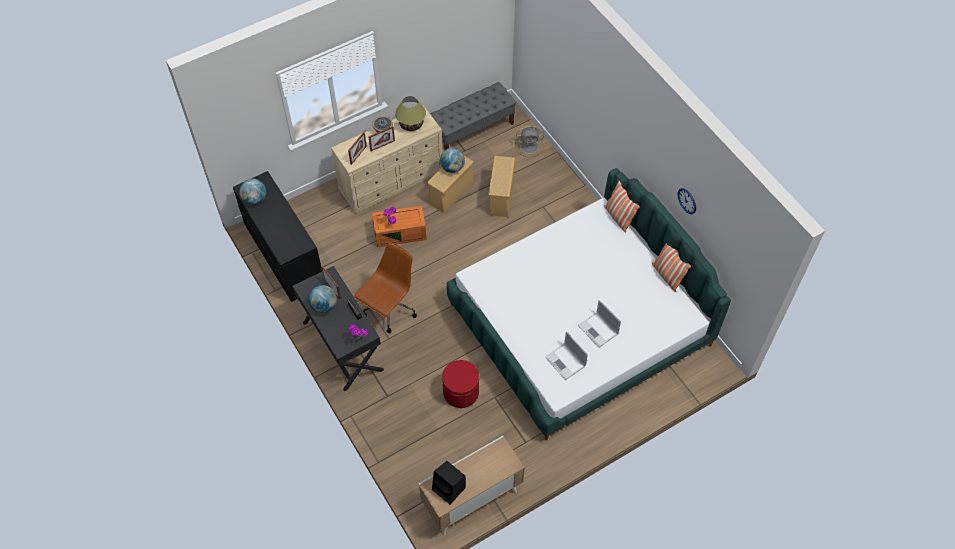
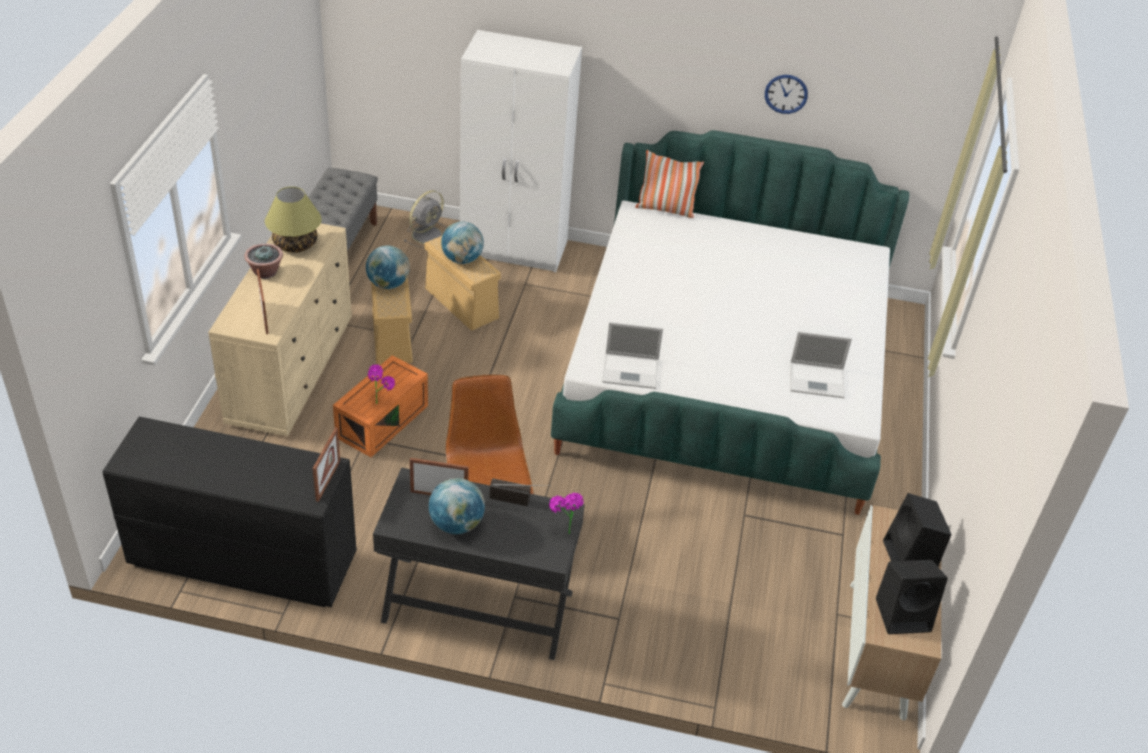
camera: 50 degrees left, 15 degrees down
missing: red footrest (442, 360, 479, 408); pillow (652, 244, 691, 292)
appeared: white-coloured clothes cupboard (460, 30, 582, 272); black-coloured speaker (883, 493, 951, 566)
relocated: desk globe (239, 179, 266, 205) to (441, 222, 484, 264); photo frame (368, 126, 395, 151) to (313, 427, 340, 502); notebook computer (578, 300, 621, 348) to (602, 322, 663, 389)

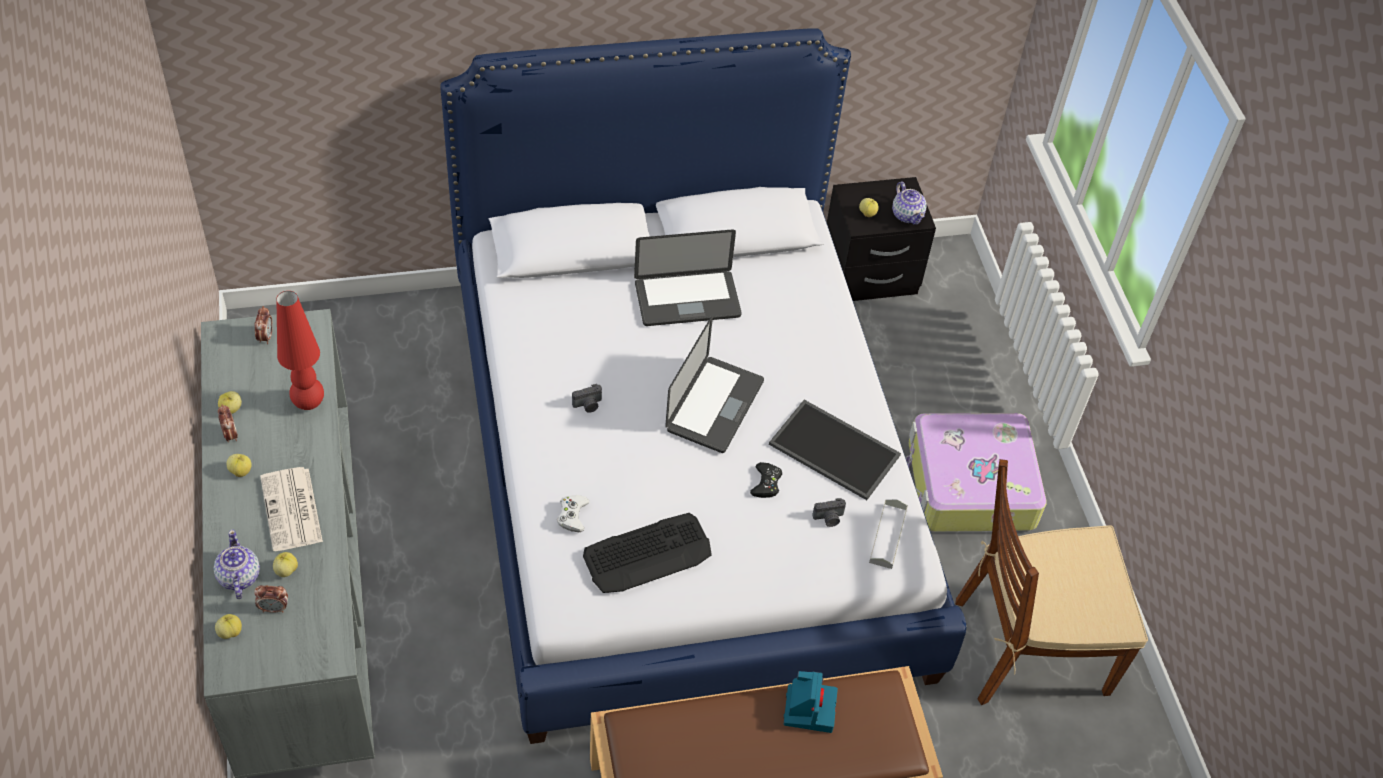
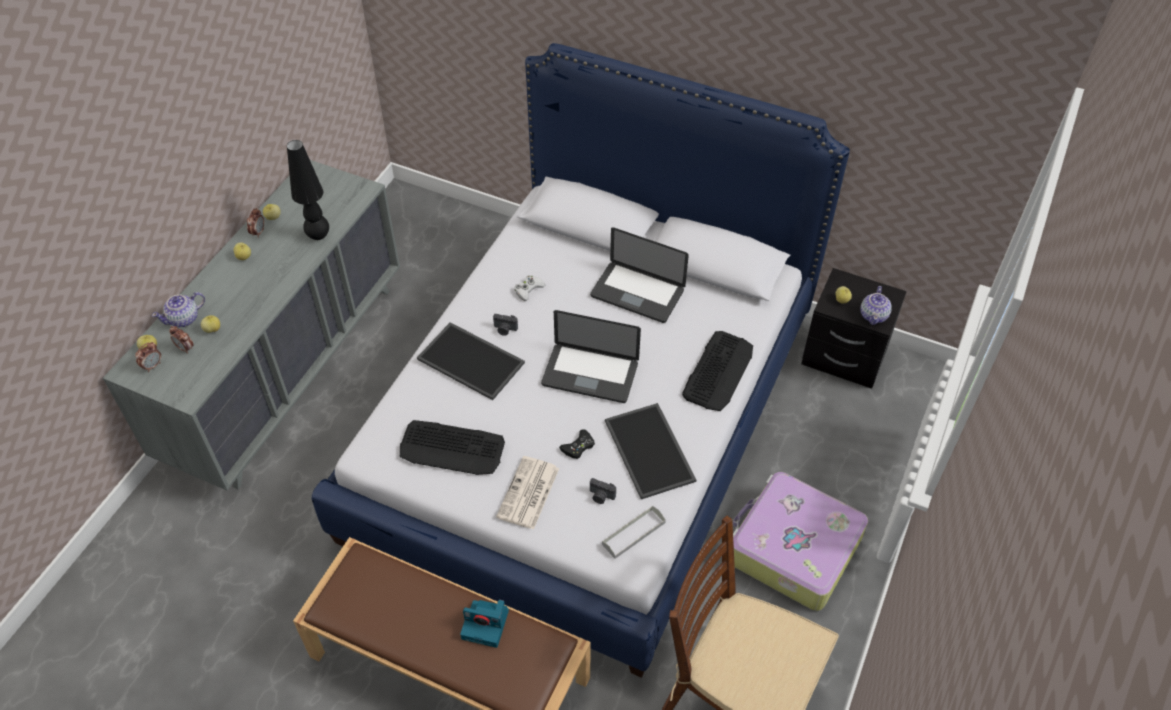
camera: 40 degrees right, 0 degrees up
appeared: carrying tray (417, 322, 525, 400); keyboard (682, 331, 753, 411)
relocated: alarm clock (254, 306, 273, 344) to (135, 342, 161, 372); daily paper (260, 467, 323, 551) to (496, 456, 559, 530); white-coloured joypad (557, 495, 589, 532) to (514, 275, 545, 301)
colour: red lamp for a table (276, 291, 324, 410) to black-coloured lamp for a table (287, 140, 329, 240)
spun: tea pot (214, 529, 260, 599) = (152, 292, 205, 327) 150 degrees counterclockwise; notebook computer (665, 316, 764, 453) = (541, 310, 641, 403) 45 degrees clockwise; photo camera (783, 671, 838, 733) = (460, 599, 509, 648) 60 degrees clockwise

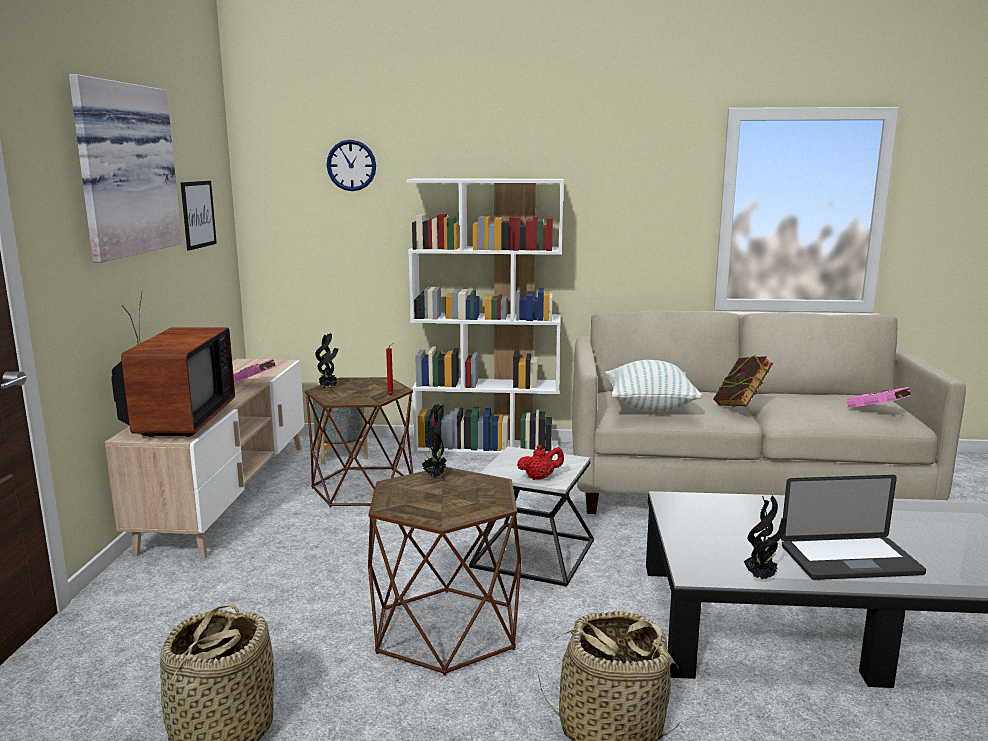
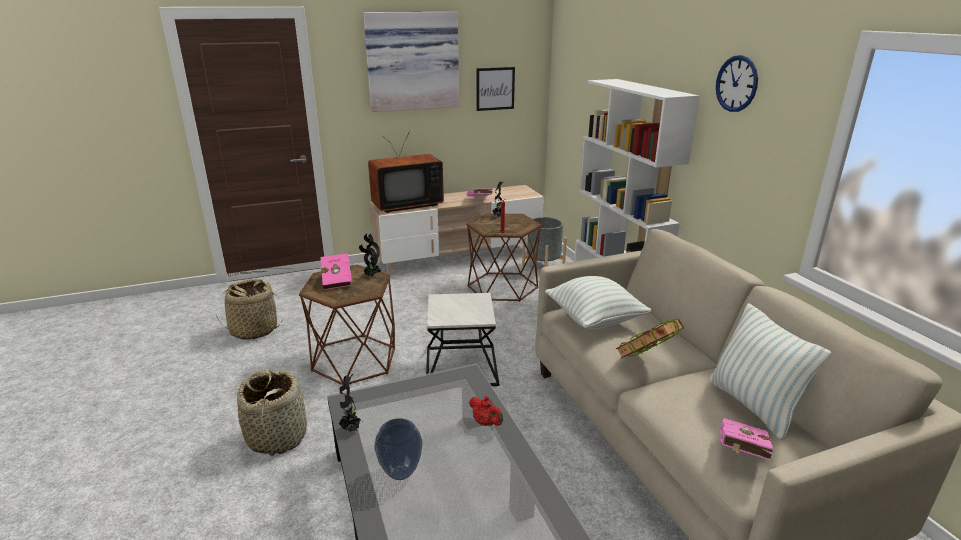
camera: 65 degrees right, 10 degrees up
appeared: pink volume (320, 254, 352, 290); pillow (709, 303, 832, 440)
relocated: hanging clock (327, 140, 376, 191) to (716, 55, 758, 112); red tea pot (517, 445, 564, 480) to (469, 396, 503, 426)
exchanged: notebook computer (781, 475, 926, 580) to decorative vase (374, 418, 423, 480)

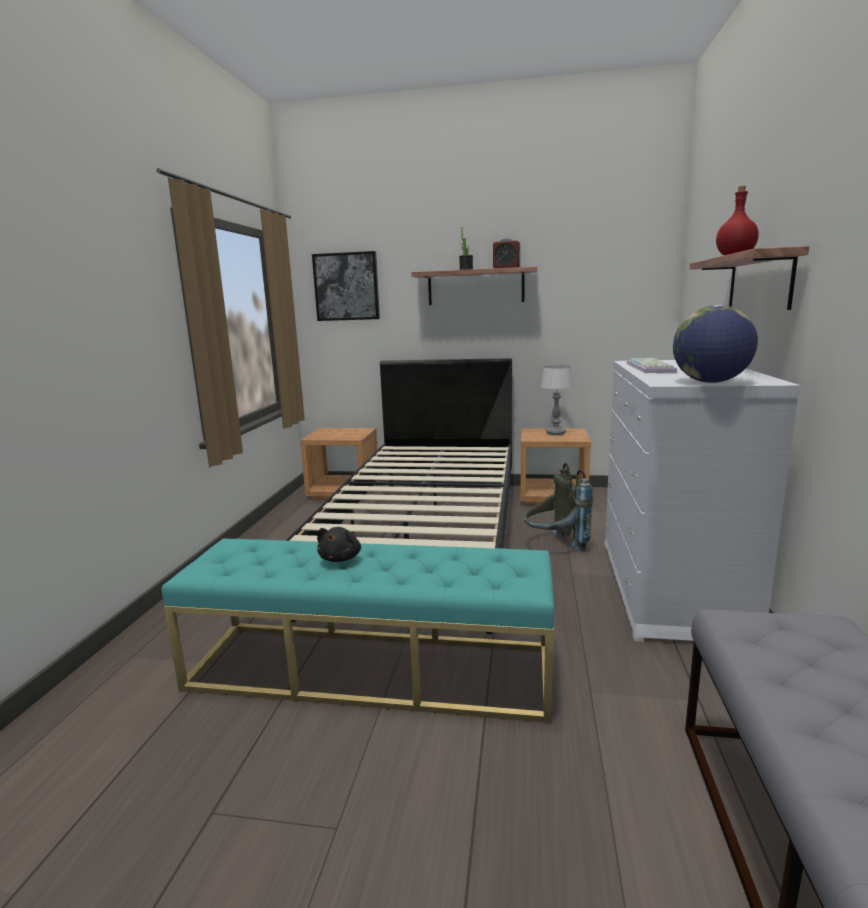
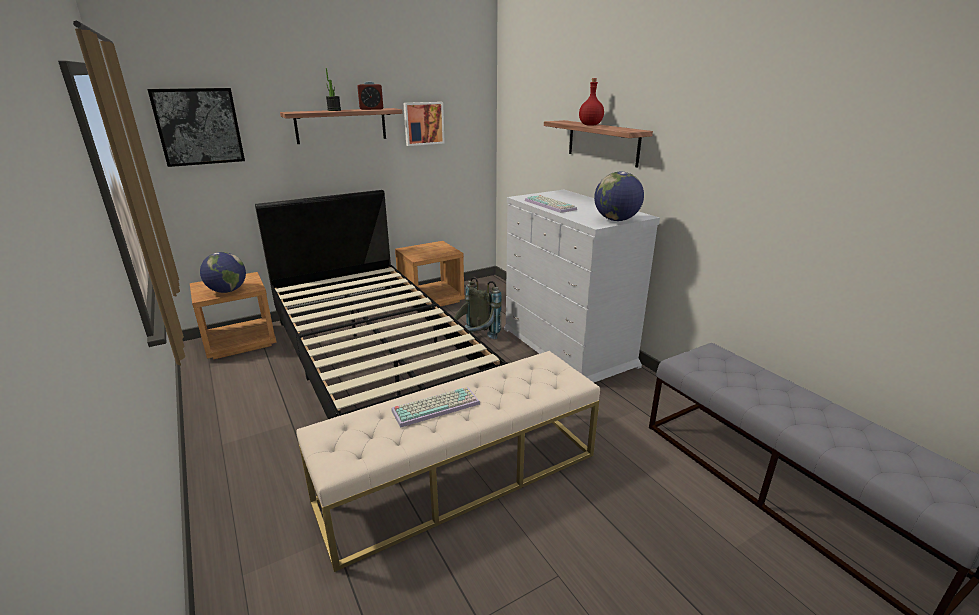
camera: 40 degrees left, 10 degrees up
missing: lamp for a table (540, 365, 574, 435)
appeared: desk globe (200, 252, 246, 293); picture (403, 102, 445, 146)
exchanged: black-coloured cuddly toy (317, 527, 361, 562) to keyboard (391, 387, 480, 428)
colour: turquoise-coloured long seat (161, 538, 554, 723) to beige long seat (296, 351, 600, 572)

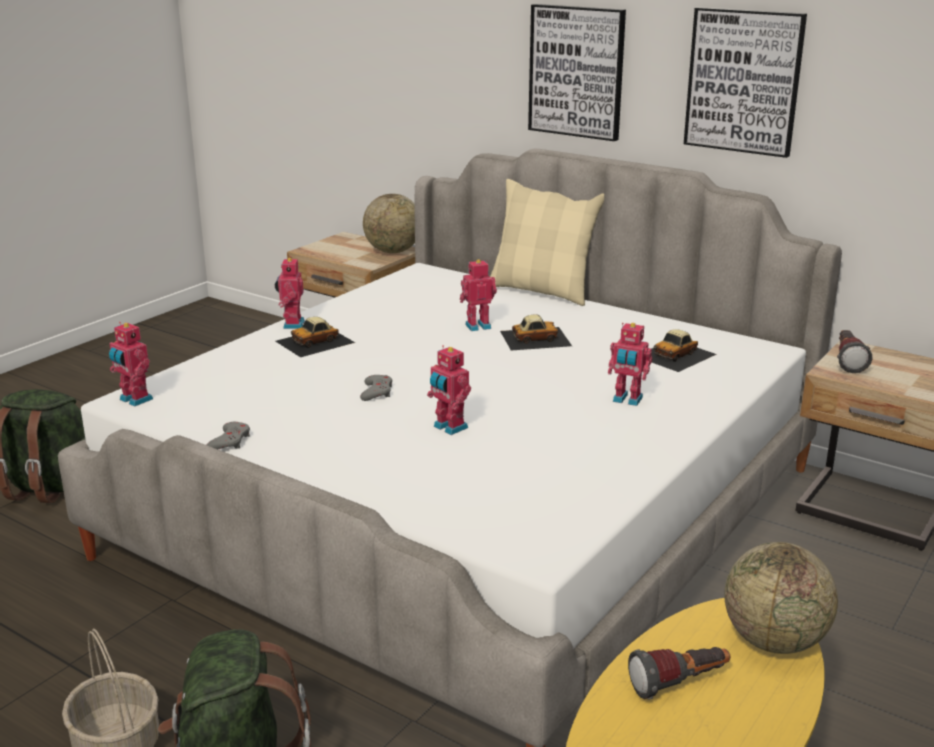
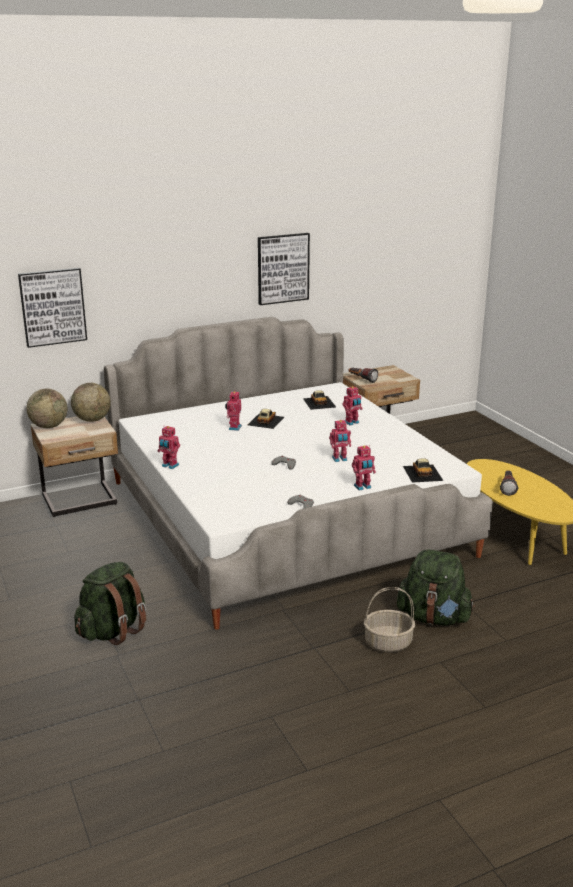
camera: 60 degrees left, 0 degrees up
missing: beige pillow (490, 179, 604, 306)
relocated: robot figure (109, 322, 153, 407) to (352, 445, 376, 491); toy car (275, 317, 355, 357) to (403, 458, 443, 483); picture (528, 4, 626, 141) to (18, 268, 87, 348); desk globe (724, 542, 838, 654) to (27, 389, 68, 428)

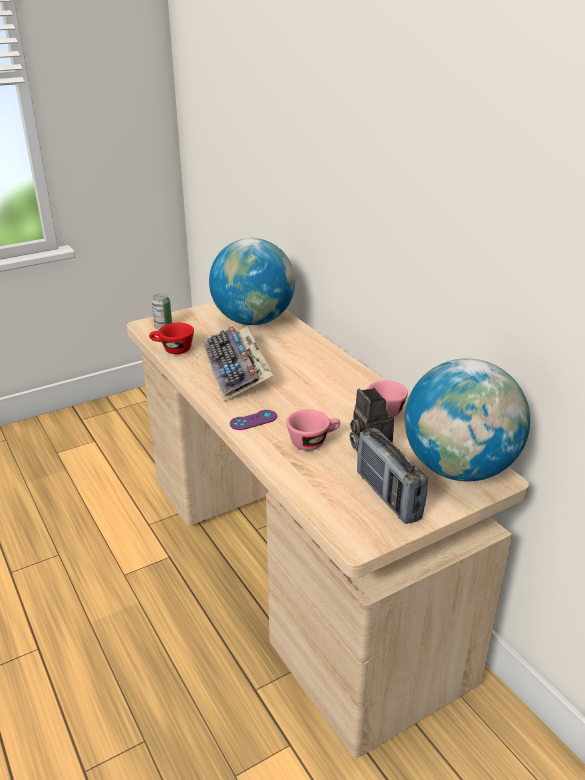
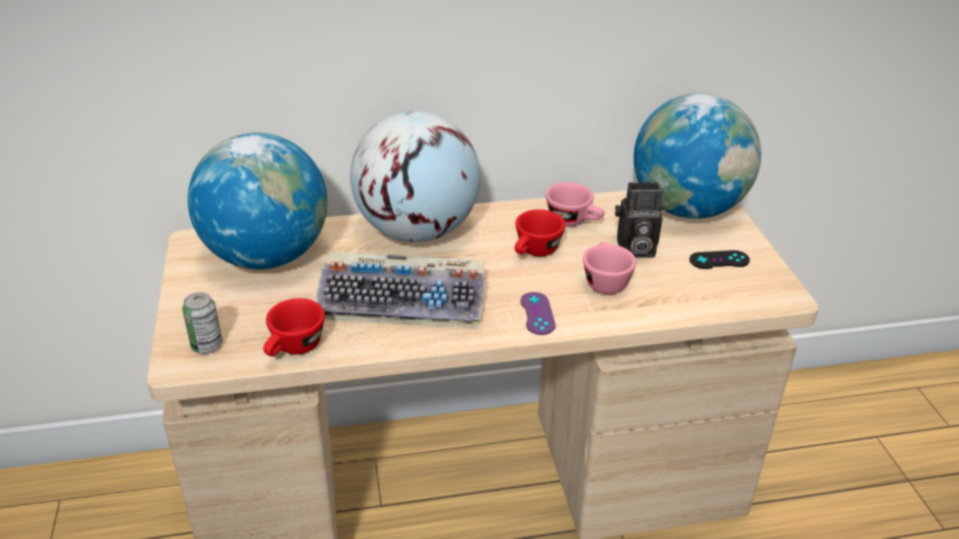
camera: 70 degrees left, 5 degrees up
appeared: desk globe (350, 111, 480, 242); red drinking cup (515, 209, 566, 256)
exchanged: radio set (357, 428, 428, 524) to black-coloured joypad (689, 250, 750, 269)

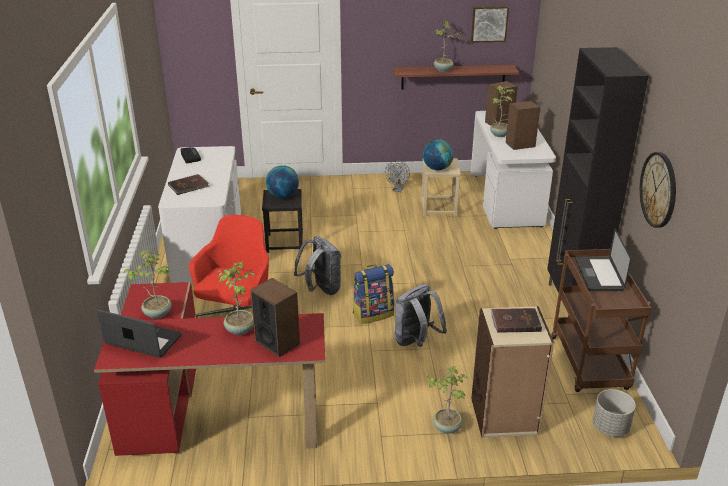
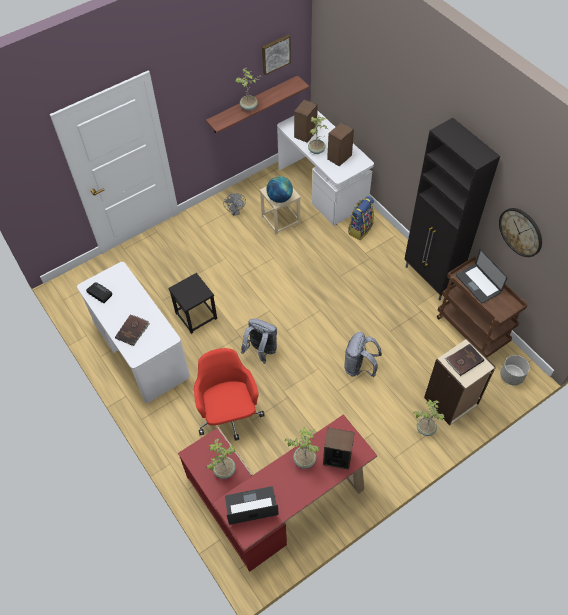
camera: 30 degrees left, 25 degrees up
missing: desk globe (266, 165, 299, 198)
relocated: knapsack (353, 264, 394, 324) to (348, 196, 374, 240)

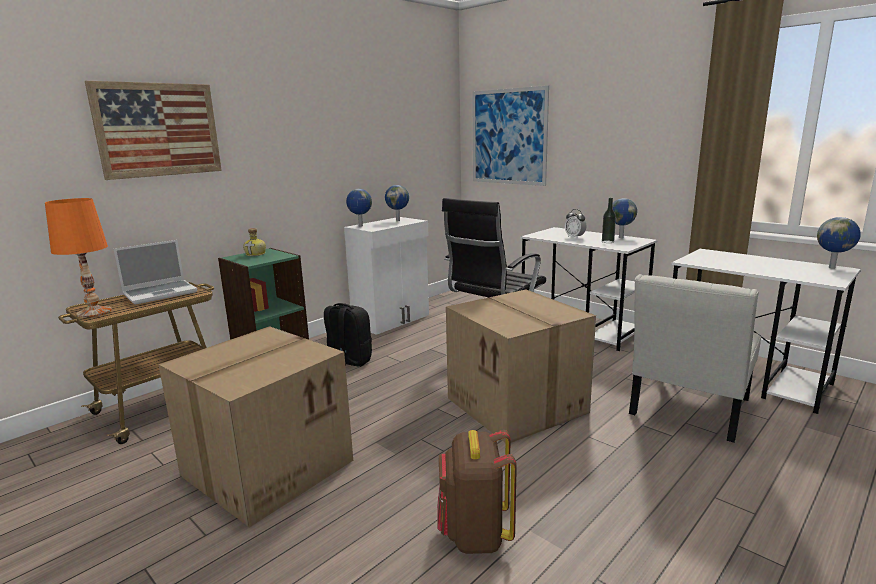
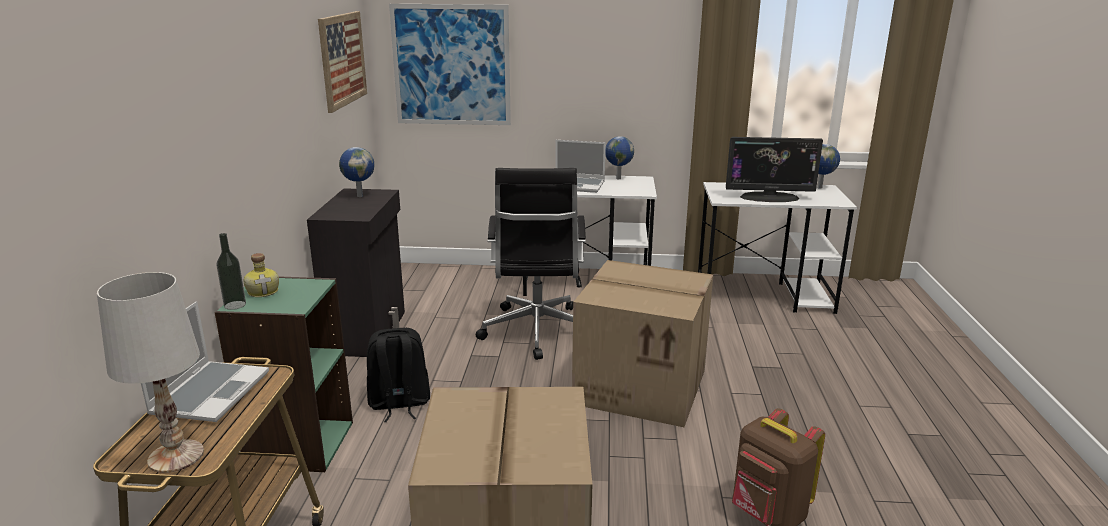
camera: 40 degrees left, 5 degrees up
missing: desk globe (346, 189, 372, 227); white-coloured plain chair (629, 274, 761, 443)
appeared: computer screen (726, 137, 823, 202)
relocated: picture (85, 81, 222, 180) to (318, 11, 367, 113); drink bottle (602, 198, 616, 243) to (216, 233, 246, 310)
exchanged: alarm clock (565, 209, 586, 239) to notebook computer (555, 140, 606, 193)
colour: orange-coloured lamp for a table (45, 198, 112, 317) to white-coloured lamp for a table (97, 272, 204, 473); white-coloured cupboard (344, 217, 429, 335) to black-coloured cupboard (307, 188, 405, 357)

